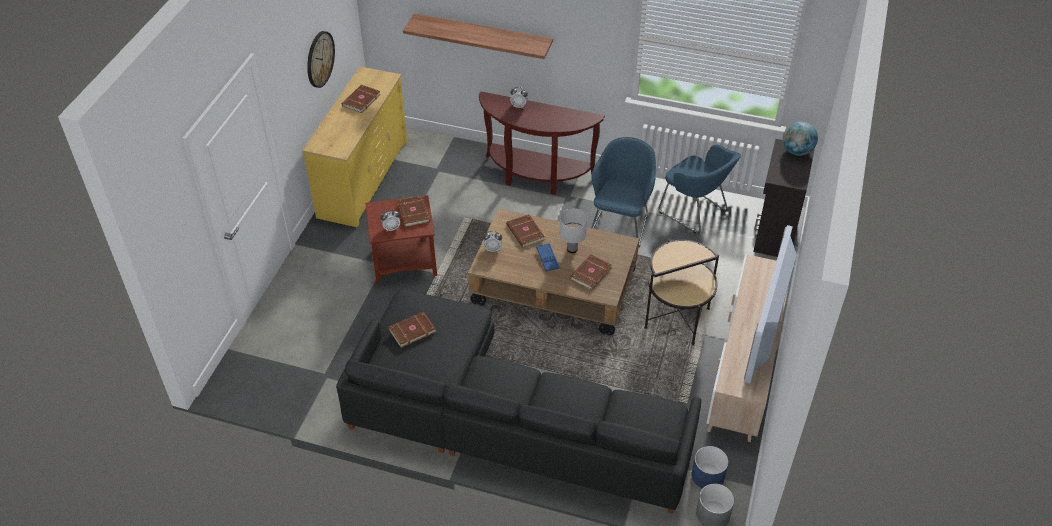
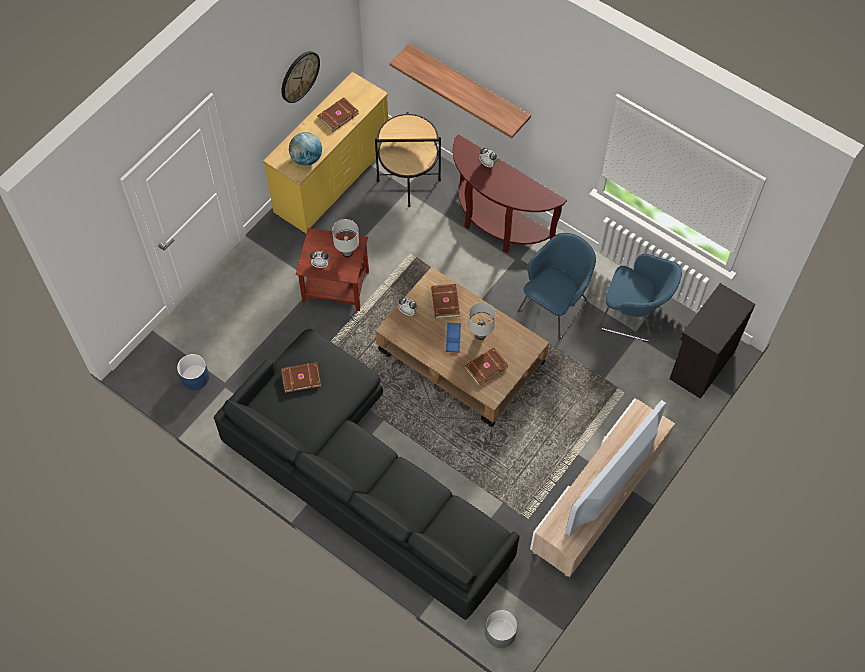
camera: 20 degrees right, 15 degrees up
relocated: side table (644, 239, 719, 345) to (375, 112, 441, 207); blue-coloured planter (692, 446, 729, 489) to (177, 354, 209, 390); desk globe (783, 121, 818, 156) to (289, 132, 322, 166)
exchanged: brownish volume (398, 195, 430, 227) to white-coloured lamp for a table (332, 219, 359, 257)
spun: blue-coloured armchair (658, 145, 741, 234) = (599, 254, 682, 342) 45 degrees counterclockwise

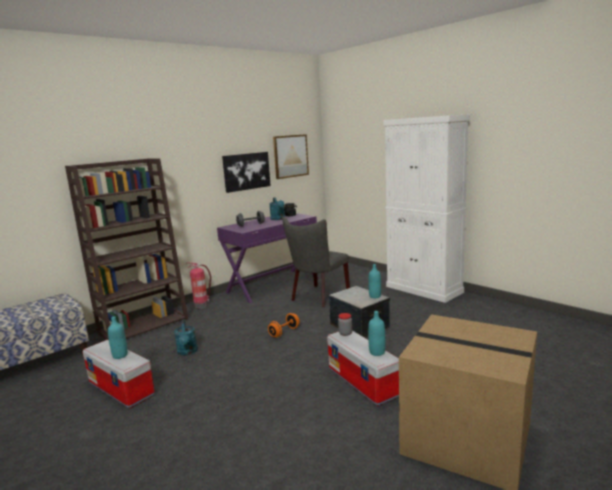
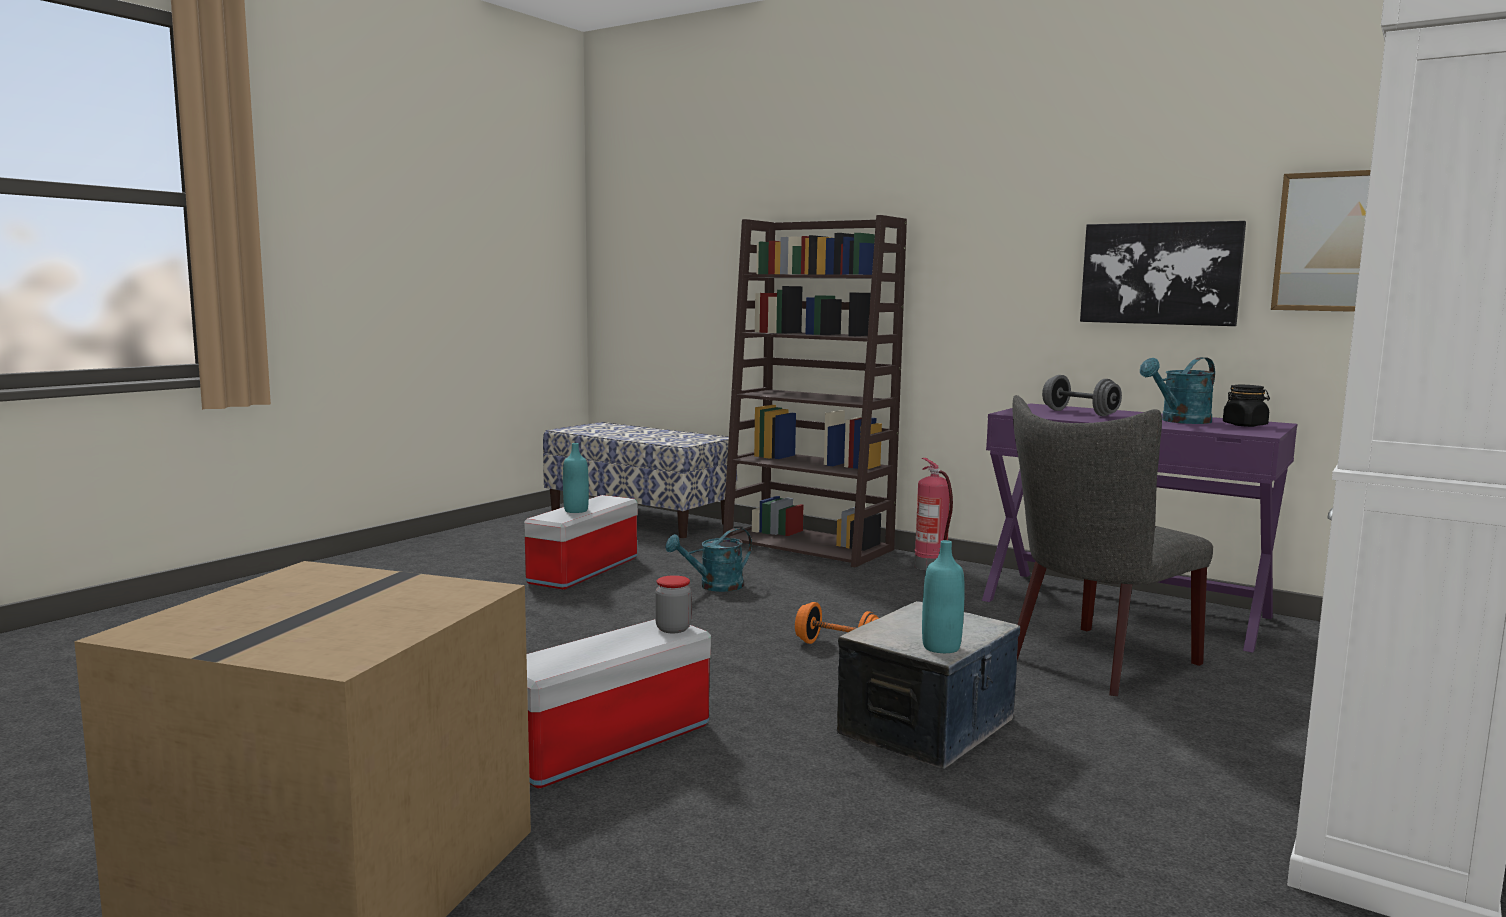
camera: 75 degrees right, 5 degrees down
missing: turquoise-coloured drink bottle (368, 311, 385, 356)
spun: gray plain chair (282, 216, 350, 307) = (1012, 395, 1213, 696) 60 degrees counterclockwise

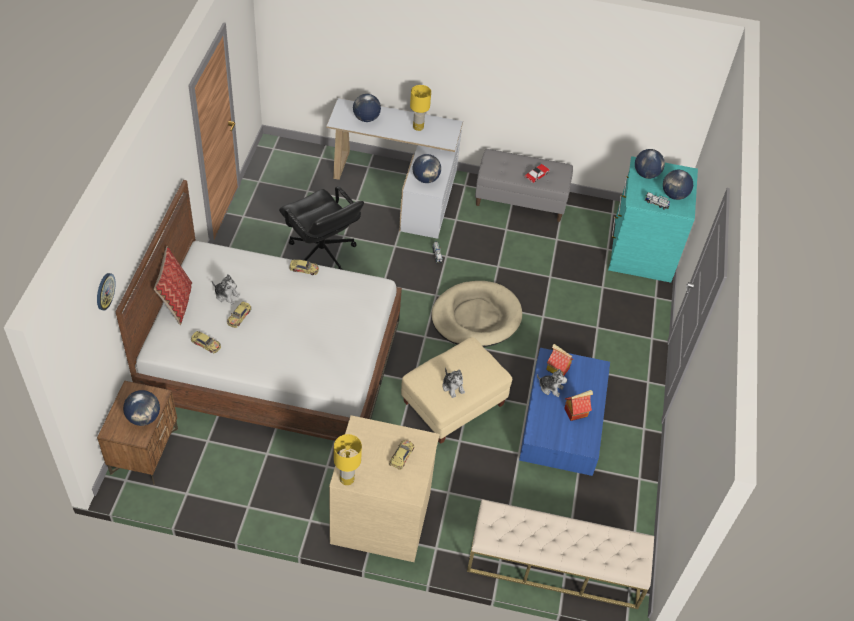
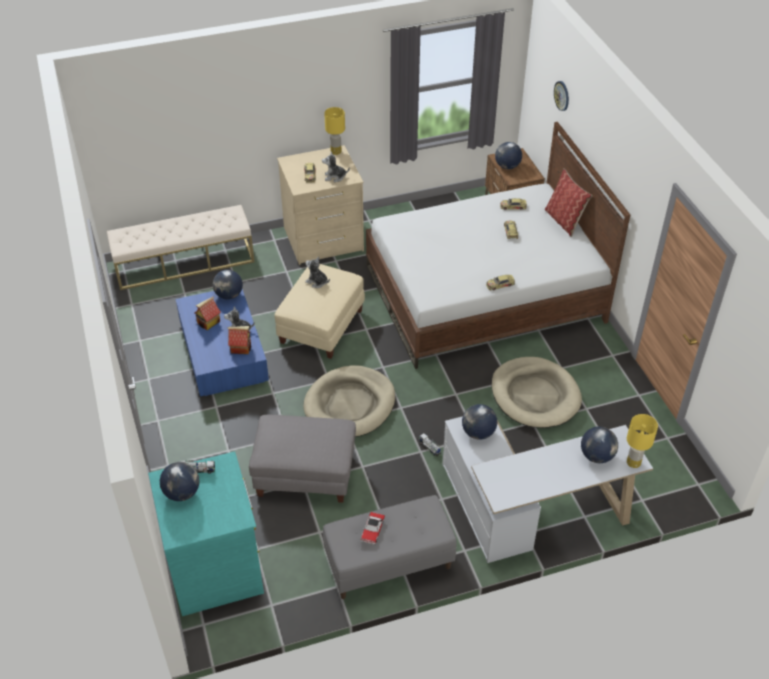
camera: 155 degrees right, 5 degrees down
appeared: gray footrest (249, 415, 356, 503)
relocated: cuddly toy (212, 274, 240, 304) to (322, 152, 350, 182); yellowish lamp for a table (410, 85, 431, 131) to (627, 414, 658, 468); desk globe (635, 149, 665, 179) to (213, 270, 243, 300)
exchanged: black-coloured office chair (279, 186, 364, 270) to beige pet bed (491, 357, 582, 428)

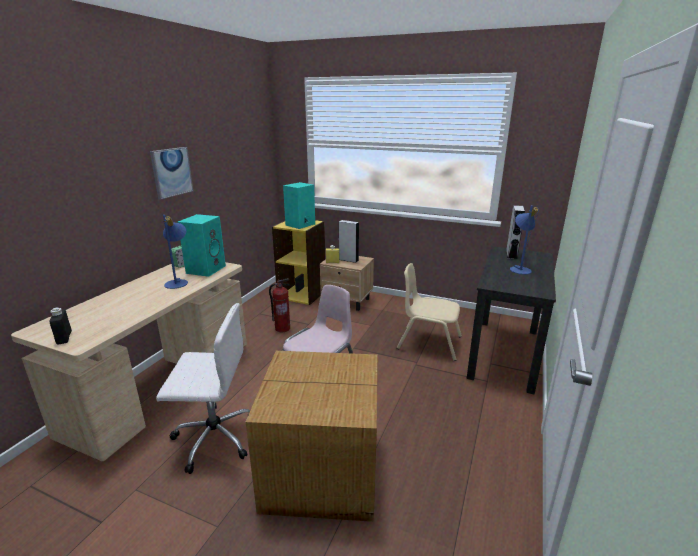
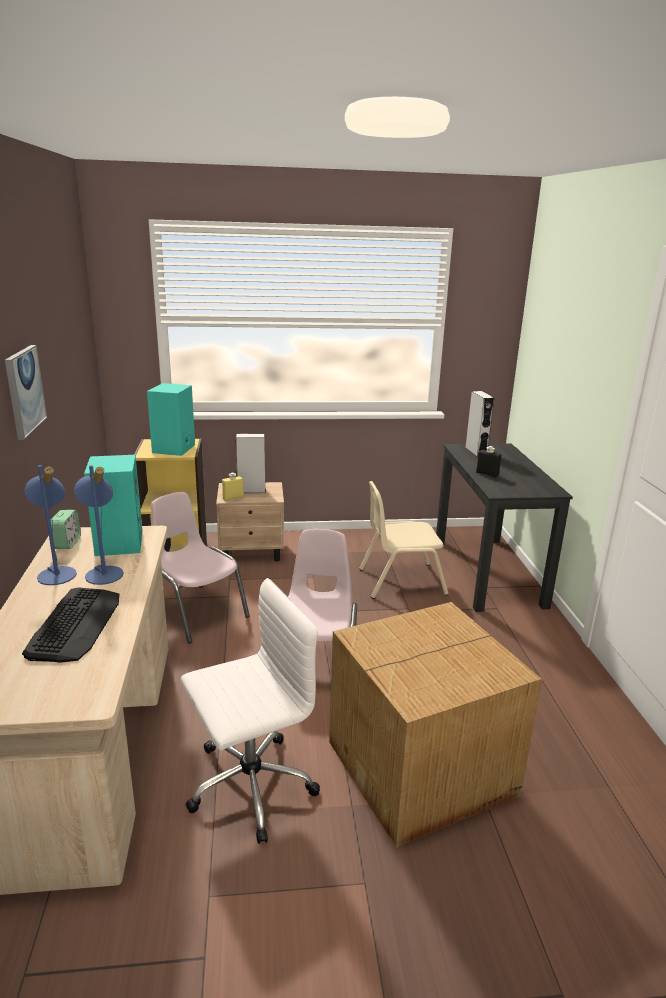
camera: 30 degrees left, 0 degrees up
appeared: keyboard (22, 587, 119, 663)
relocated: black-coloured drink bottle (49, 307, 72, 345) to (476, 446, 502, 477); blue-coloured lamp for a table (510, 206, 539, 275) to (25, 465, 77, 585)
exchanged: extinguisher (269, 278, 290, 333) to pink plain chair (151, 492, 250, 644)

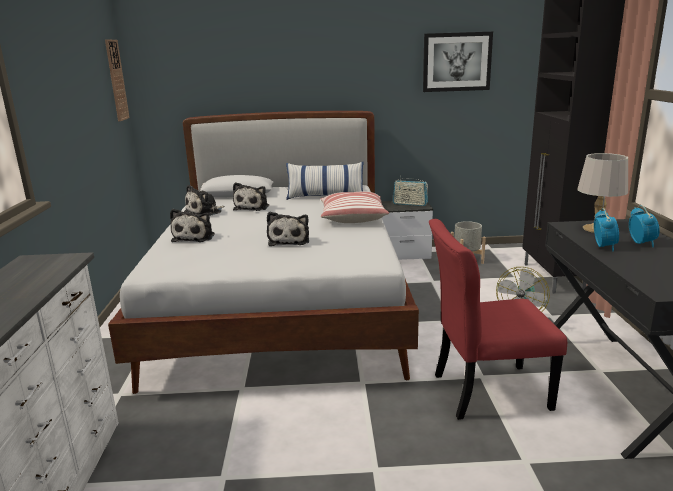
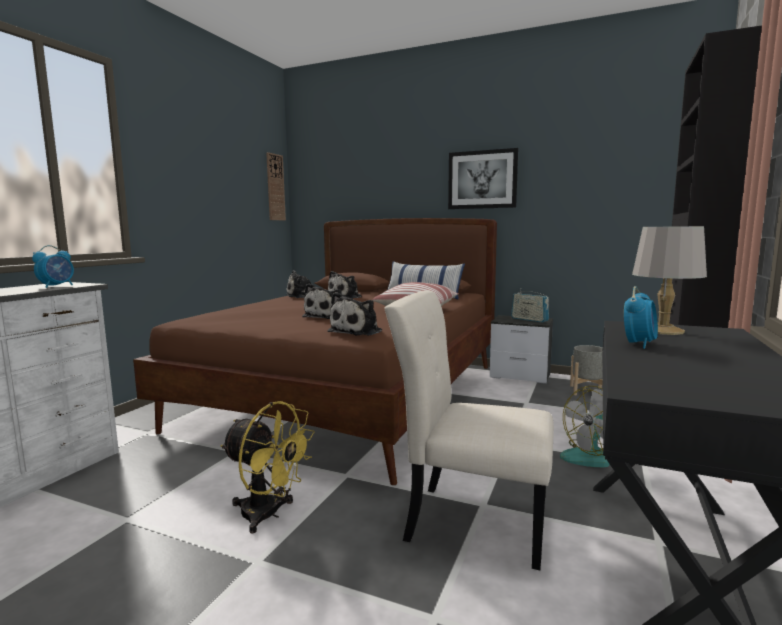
camera: 25 degrees right, 10 degrees down
appeared: yellowish electric fan (220, 401, 315, 534)
relocated: cuddly toy (170, 209, 215, 242) to (328, 292, 382, 336); picture (423, 32, 493, 92) to (448, 148, 518, 209); alarm clock (629, 205, 660, 248) to (32, 245, 74, 288)
colour: white-coloured sleeping bed (108, 111, 419, 394) to brownish sleeping bed (133, 218, 497, 485); red plain chair (429, 219, 567, 420) to beige plain chair (384, 290, 554, 570)

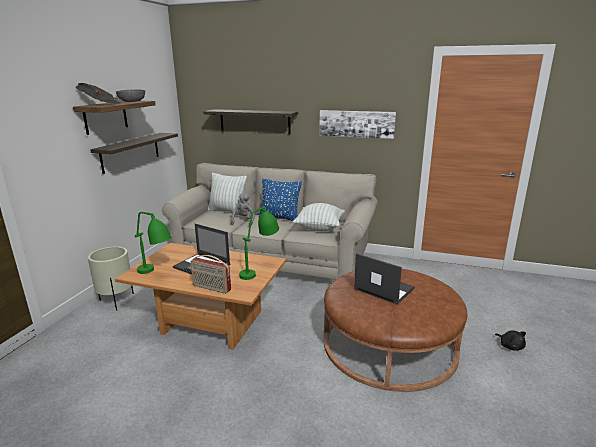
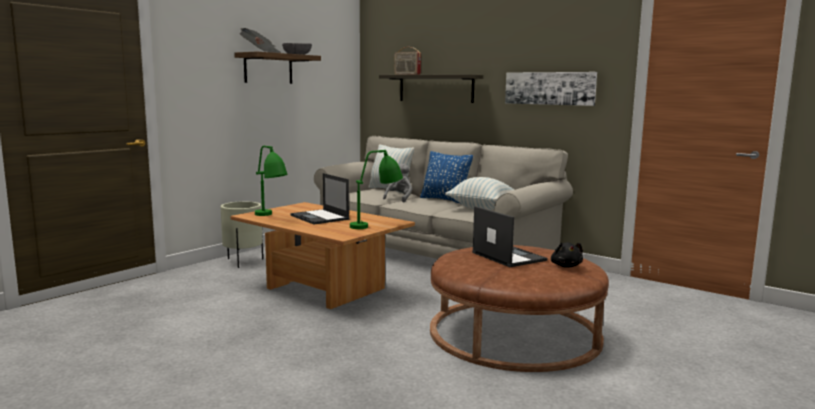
camera: 20 degrees right, 10 degrees down
missing: bracket shelf (90, 133, 178, 174)
relocated: radio set (190, 255, 231, 294) to (394, 47, 421, 75); black-coloured cuddly toy (495, 330, 526, 351) to (551, 242, 583, 268)

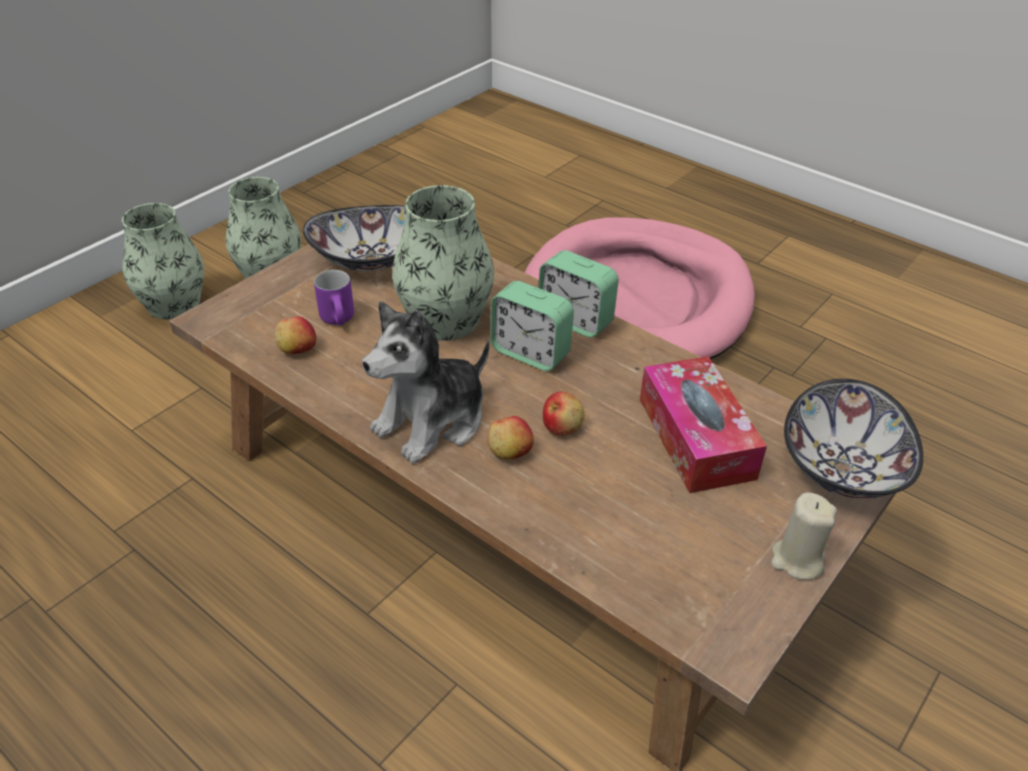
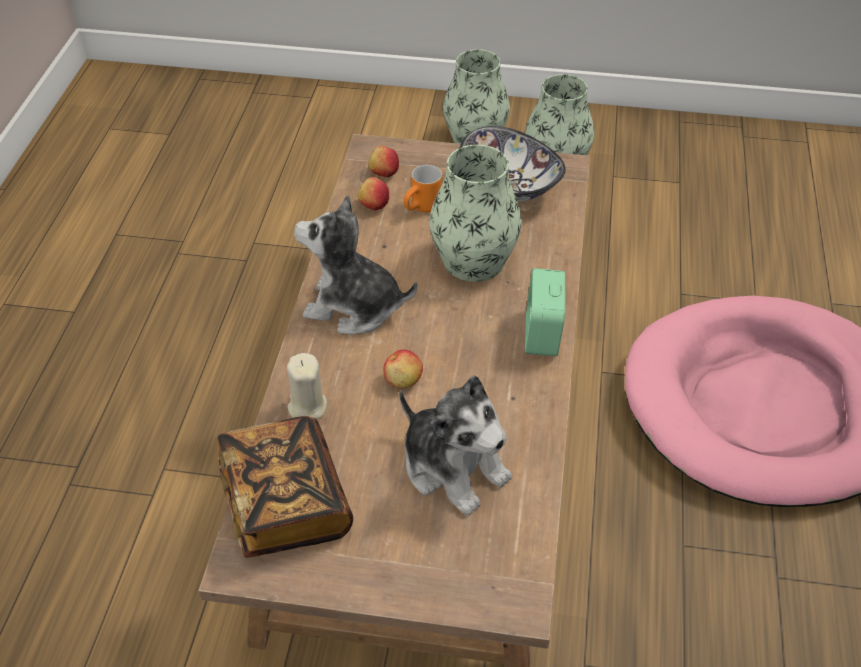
camera: 60 degrees right, 5 degrees up
missing: alarm clock (490, 281, 574, 371); serving bowl (784, 379, 923, 499)
appeared: volume (217, 416, 353, 558)
relocated: apple fruit (487, 416, 534, 459) to (368, 146, 399, 177); beige wax candle (771, 492, 837, 580) to (287, 353, 327, 419)
exchanged: box of tissues (640, 356, 767, 493) to cuddly toy (399, 375, 512, 516)
colour: purple mug (314, 270, 354, 325) to orange-coloured mug (404, 165, 442, 212)

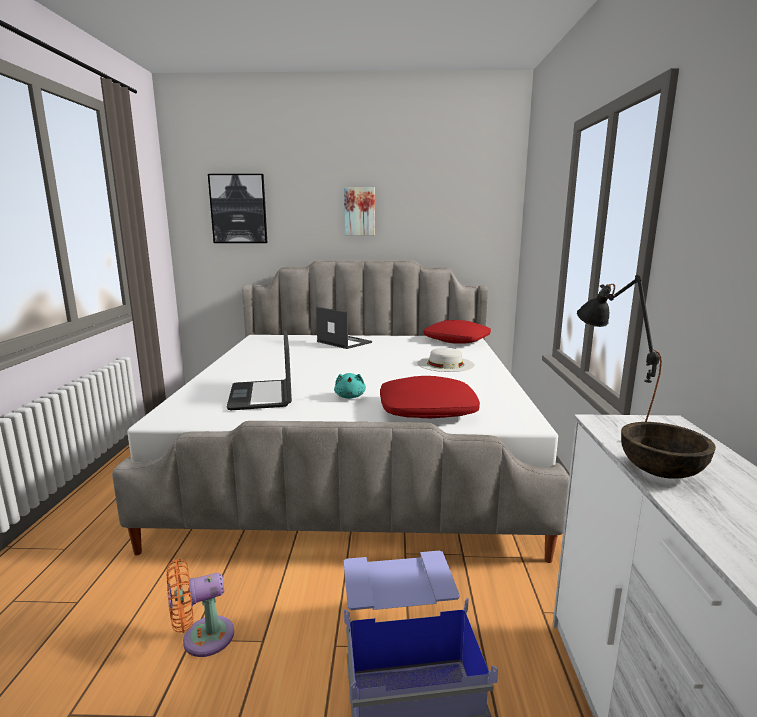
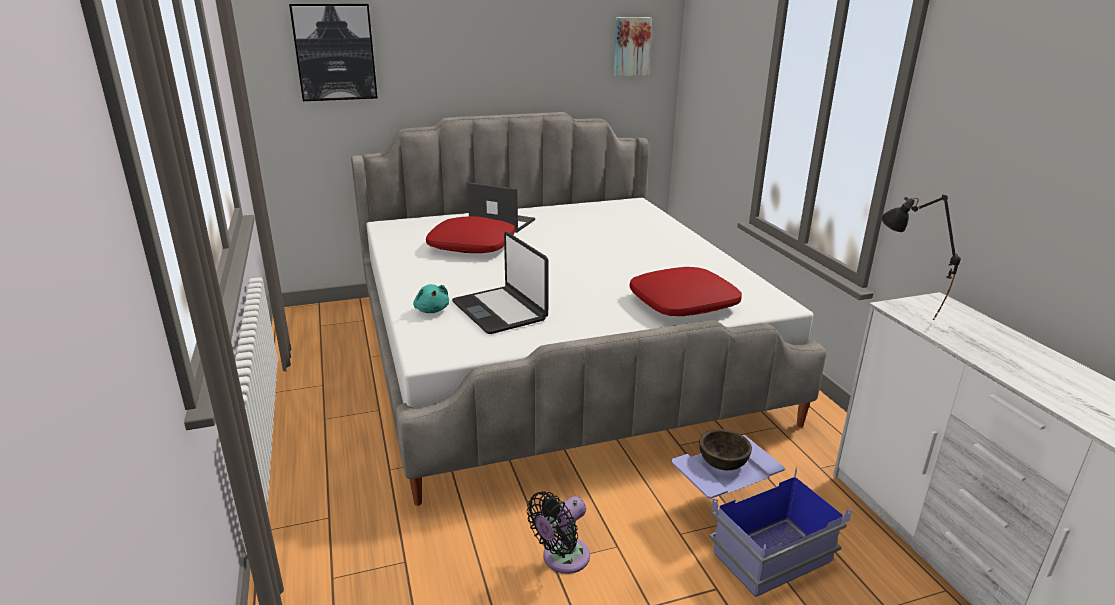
camera: 20 degrees left, 10 degrees up
missing: white-coloured hat (417, 348, 474, 372)
relocated: turquoise-coloured cuddly toy (334, 373, 366, 399) to (413, 284, 449, 313); picture (344, 188, 375, 235) to (614, 17, 652, 76); red pillow (423, 320, 491, 344) to (426, 216, 515, 253); brownish serving bowl (621, 422, 716, 479) to (699, 429, 752, 470)
colour: orange-coloured electric fan (167, 559, 234, 657) to black-coloured electric fan (527, 491, 590, 574)

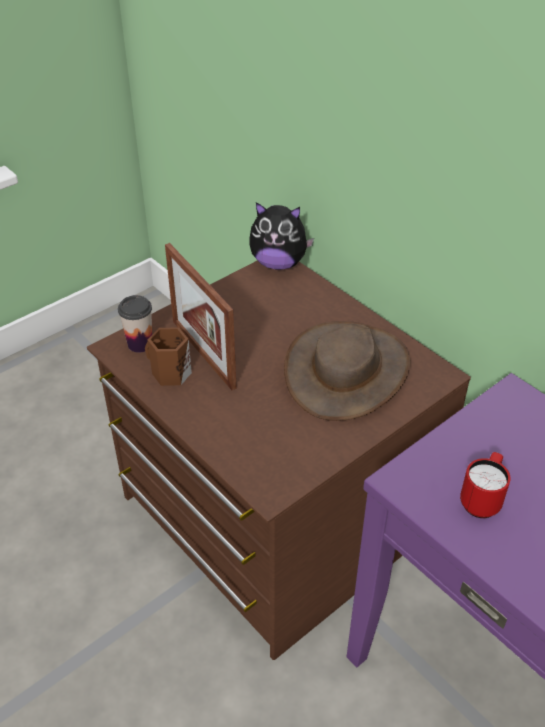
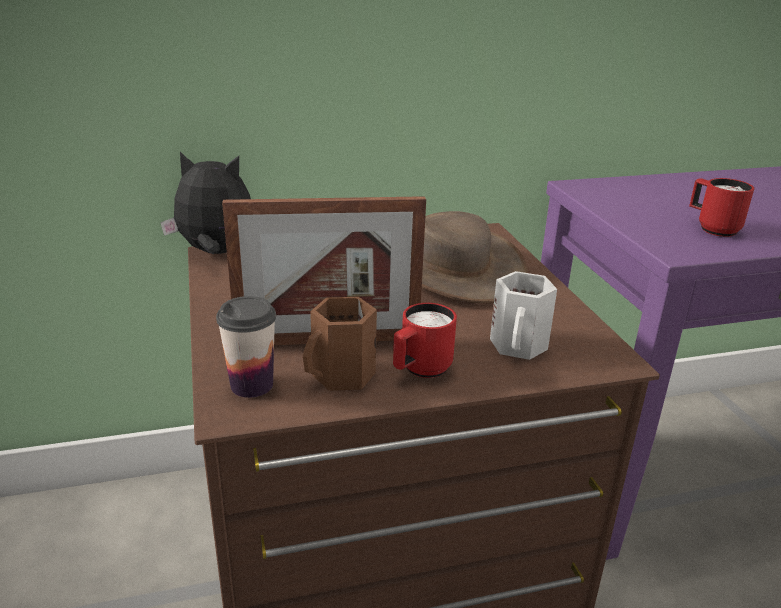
camera: 65 degrees left, 15 degrees down
appeared: red mug (393, 303, 457, 378); white-coloured mug (490, 271, 557, 360)
spun: cuddly toy (249, 202, 314, 270) = (160, 152, 251, 254) 120 degrees counterclockwise

